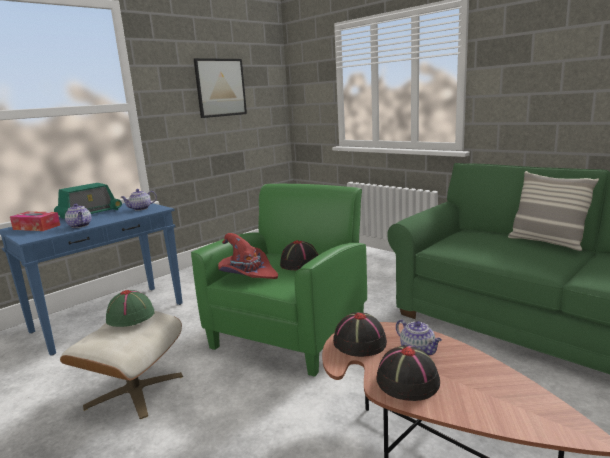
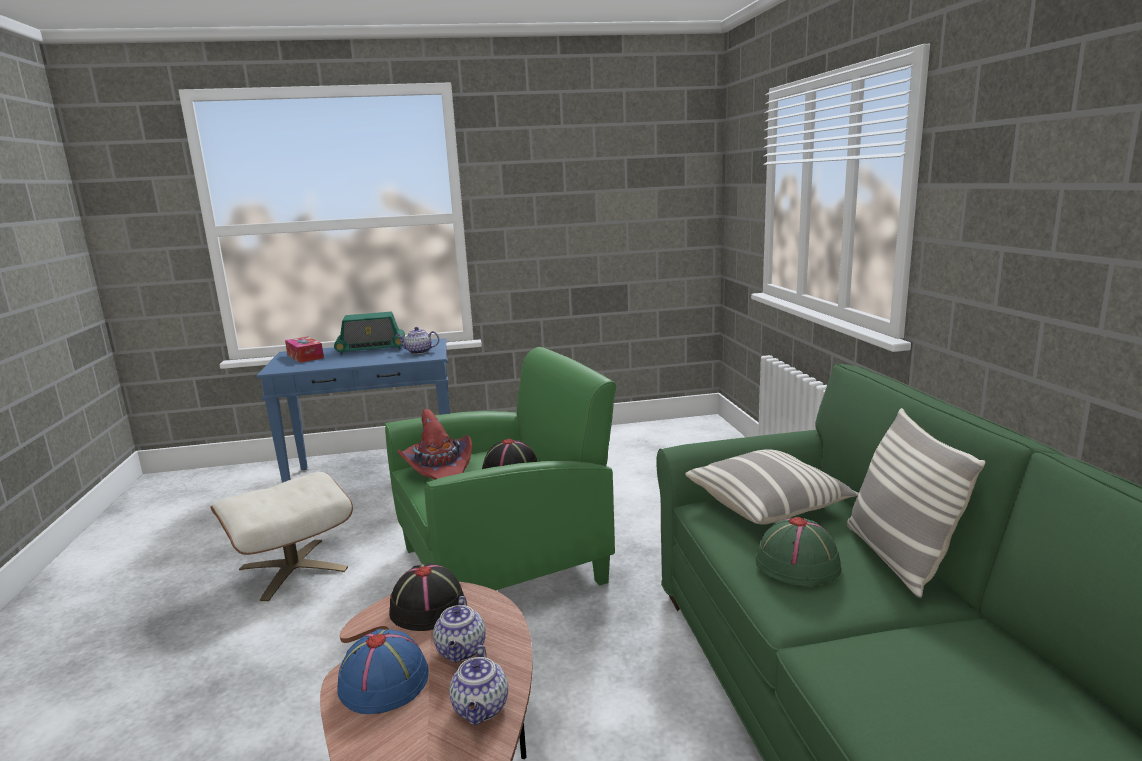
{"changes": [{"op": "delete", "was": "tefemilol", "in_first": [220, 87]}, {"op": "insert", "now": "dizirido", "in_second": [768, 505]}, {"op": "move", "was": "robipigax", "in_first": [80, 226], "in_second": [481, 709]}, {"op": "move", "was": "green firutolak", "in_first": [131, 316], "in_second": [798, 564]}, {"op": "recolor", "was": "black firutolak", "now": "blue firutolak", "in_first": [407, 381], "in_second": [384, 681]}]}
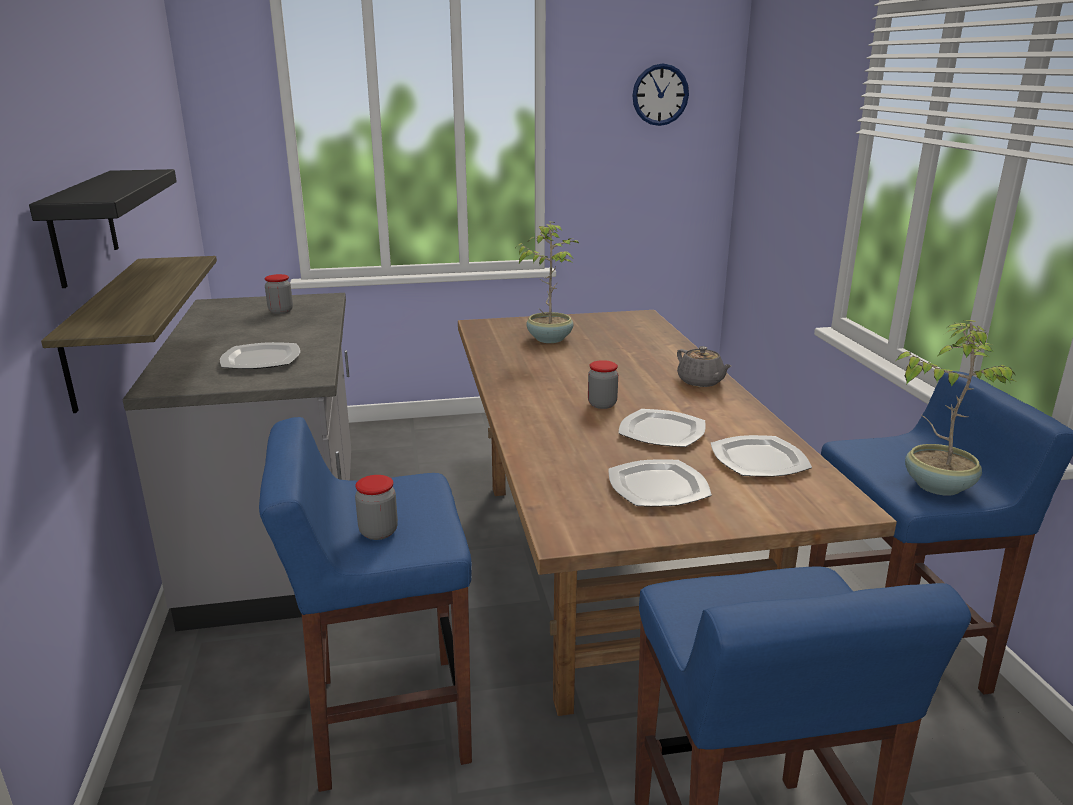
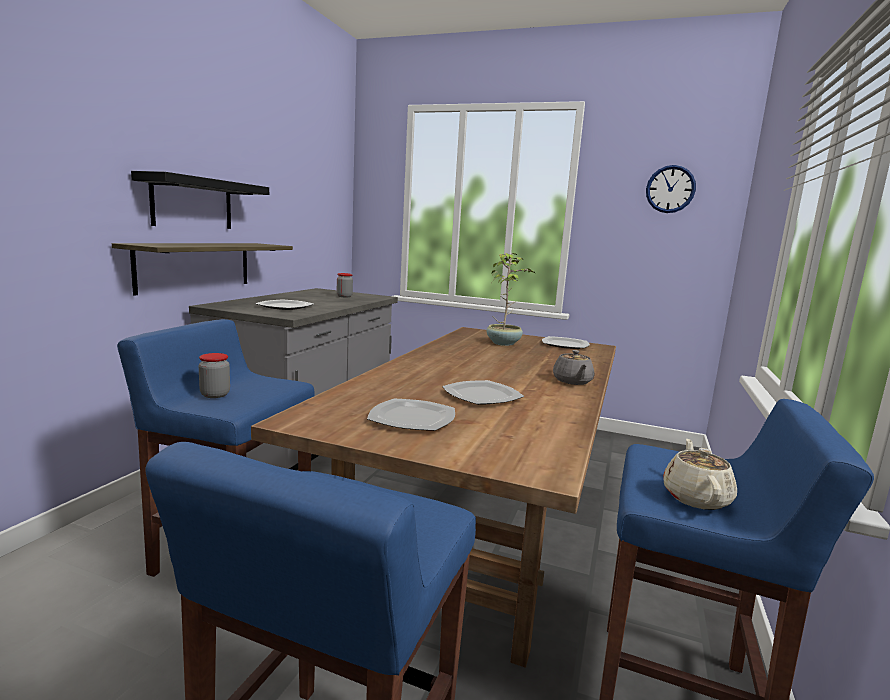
{"changes": [{"op": "delete", "was": "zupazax", "in_first": [602, 404]}, {"op": "move", "was": "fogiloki", "in_first": [759, 459], "in_second": [565, 344]}, {"op": "replace", "was": "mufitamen", "now": "beige robipigax", "in_first": [937, 485], "in_second": [696, 497]}]}
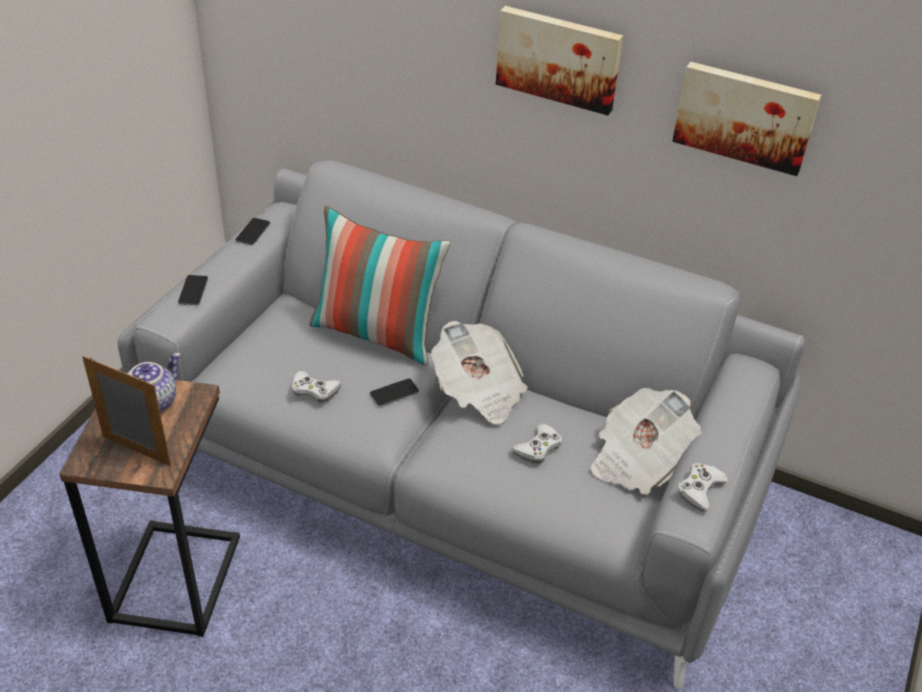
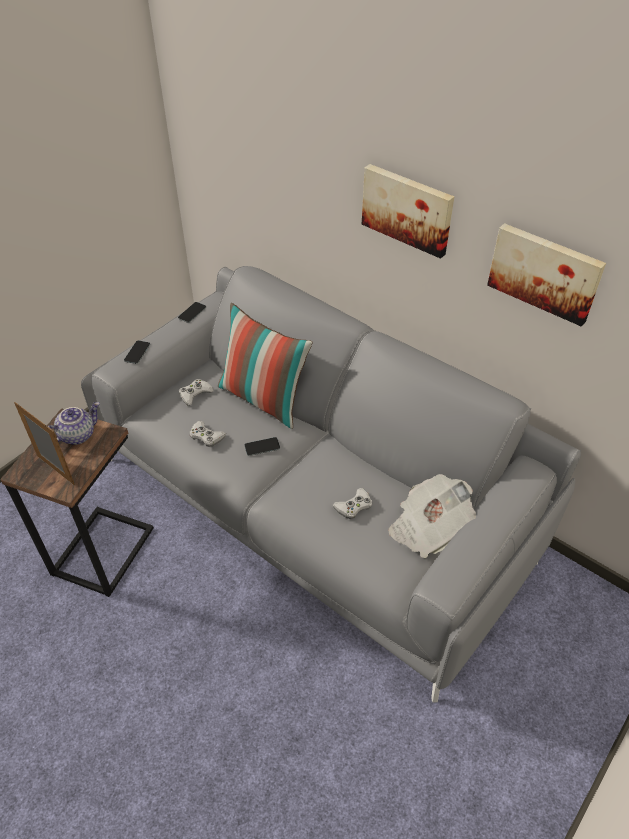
{"changes": [{"op": "delete", "was": "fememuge", "in_first": [478, 391]}, {"op": "move", "was": "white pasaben", "in_first": [700, 489], "in_second": [195, 394]}]}
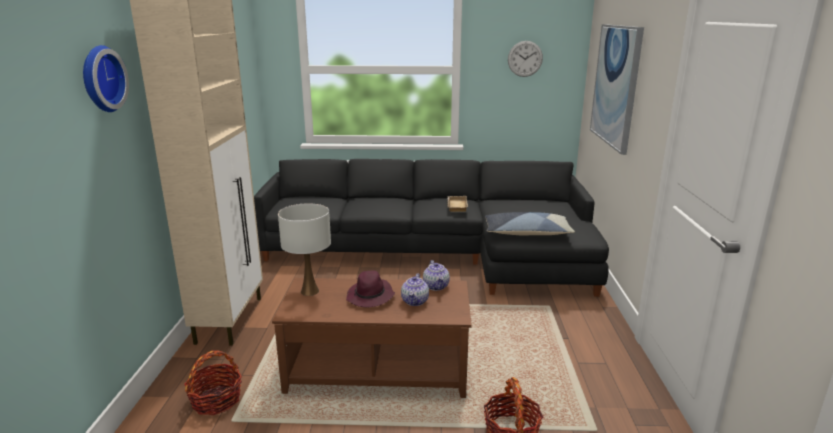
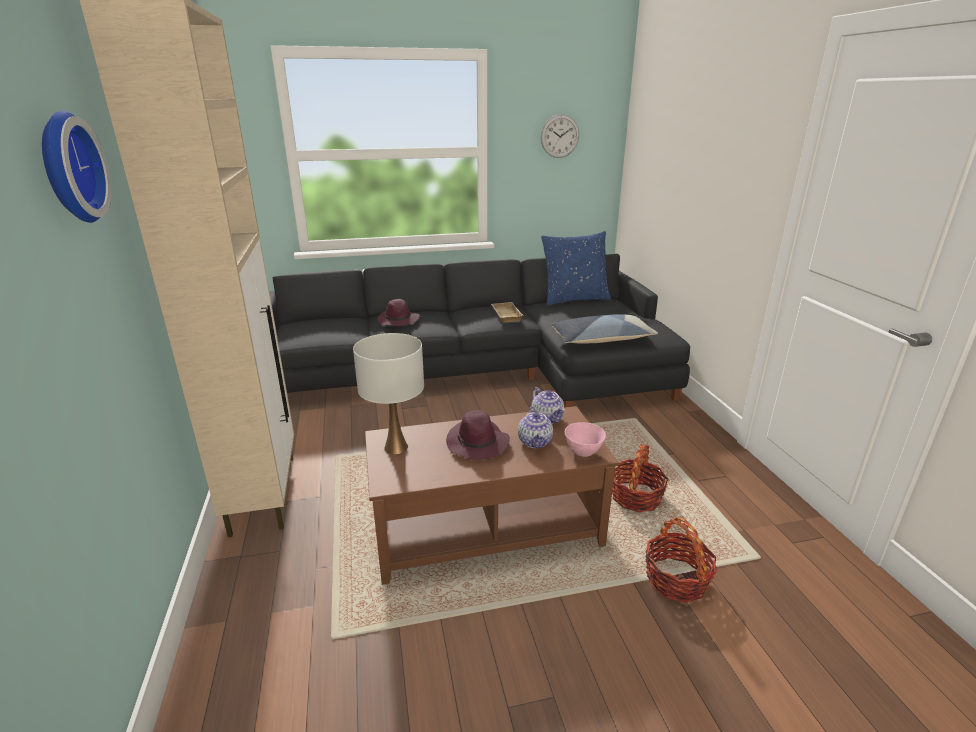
{"changes": [{"op": "delete", "was": "tefemilol", "in_first": [615, 85]}, {"op": "insert", "now": "purple firutolak", "in_second": [399, 321]}, {"op": "insert", "now": "blue dizirido", "in_second": [574, 299]}, {"op": "insert", "now": "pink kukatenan", "in_second": [583, 452]}, {"op": "move", "was": "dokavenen", "in_first": [216, 400], "in_second": [635, 497]}]}
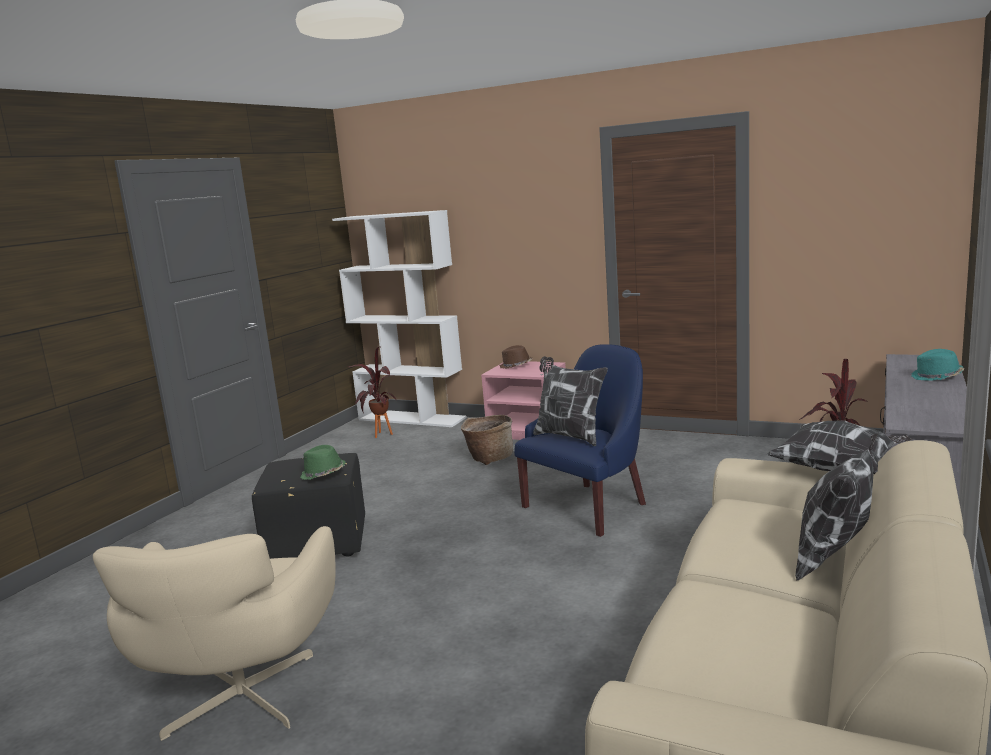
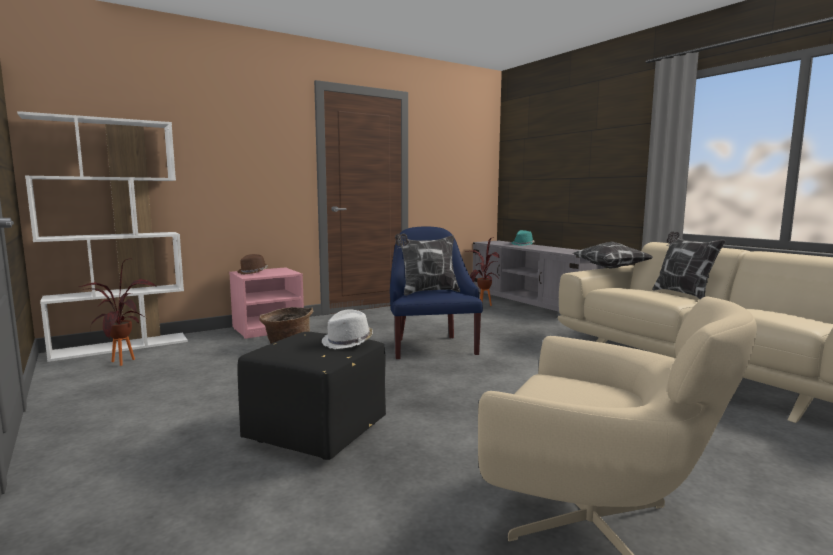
{"changes": [{"op": "recolor", "was": "green firutolak", "now": "white firutolak", "in_first": [323, 474], "in_second": [348, 342]}]}
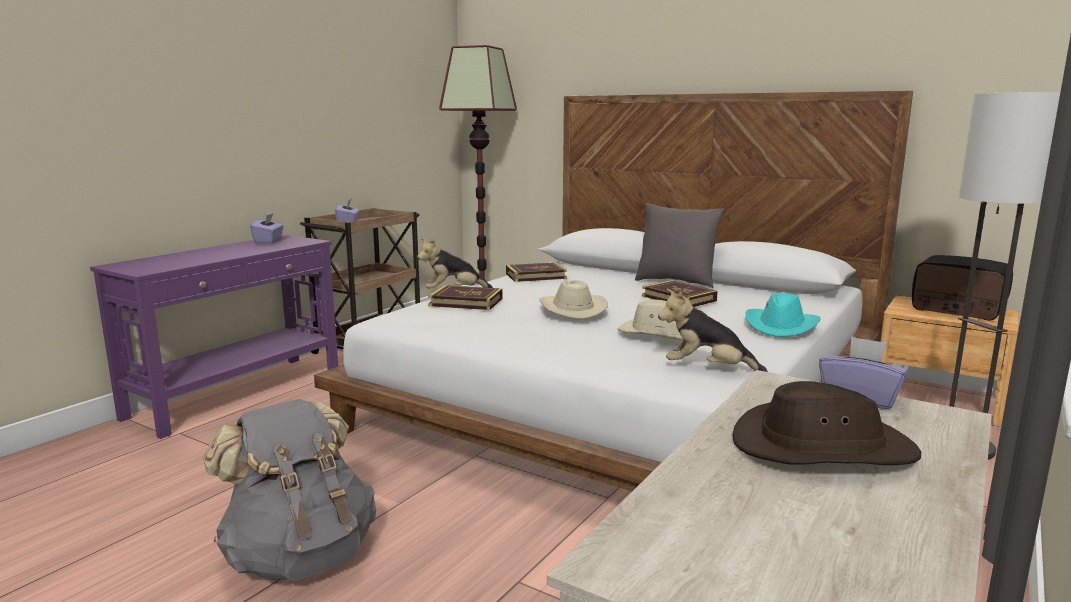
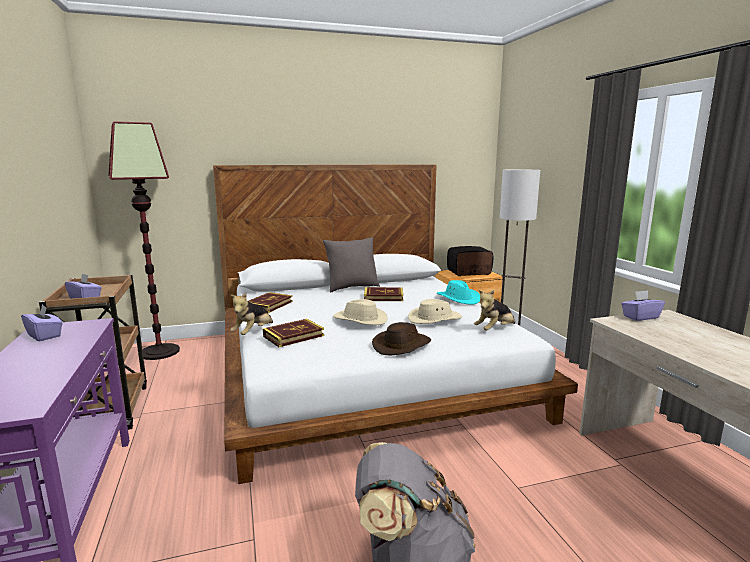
{"changes": [{"op": "move", "was": "brown firutolak", "in_first": [821, 448], "in_second": [402, 345]}]}
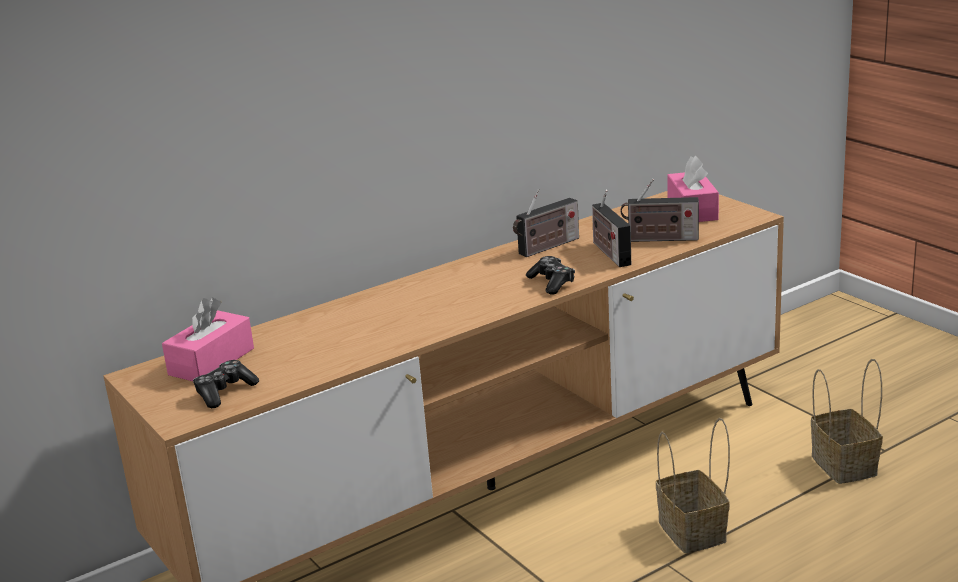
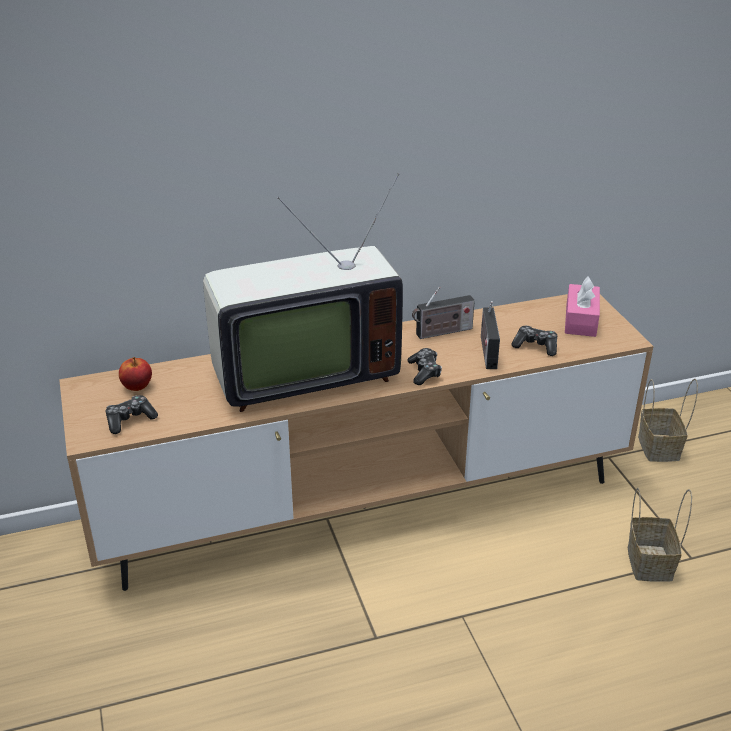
{"changes": [{"op": "insert", "now": "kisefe", "in_second": [300, 374]}, {"op": "move", "was": "dokavenen", "in_first": [694, 532], "in_second": [660, 449]}, {"op": "replace", "was": "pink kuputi", "now": "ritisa", "in_first": [211, 361], "in_second": [137, 386]}, {"op": "replace", "was": "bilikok", "now": "pasaben", "in_first": [659, 239], "in_second": [535, 346]}]}
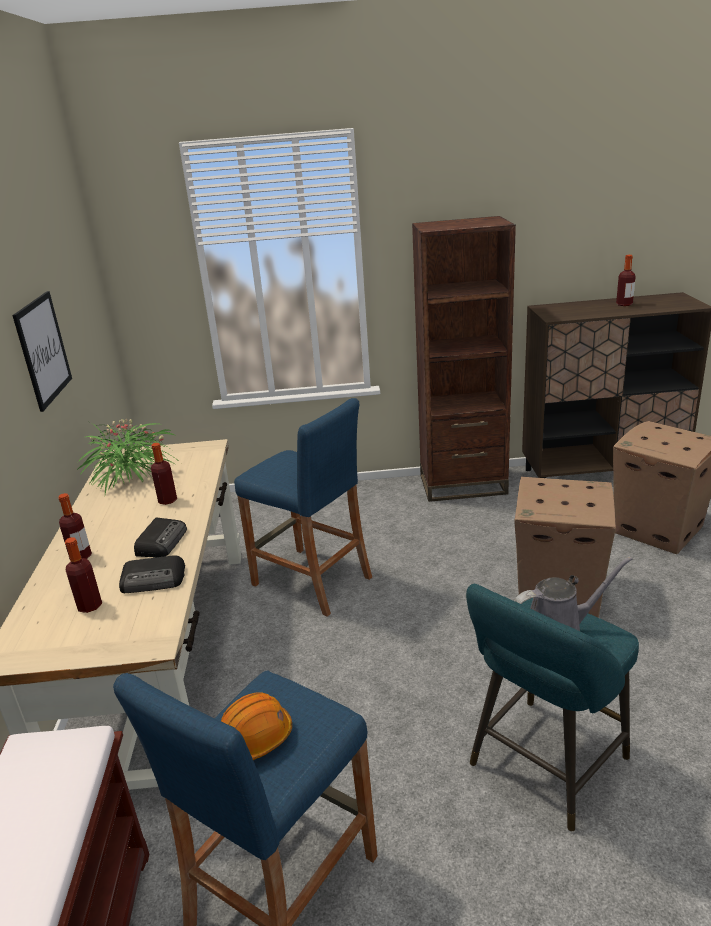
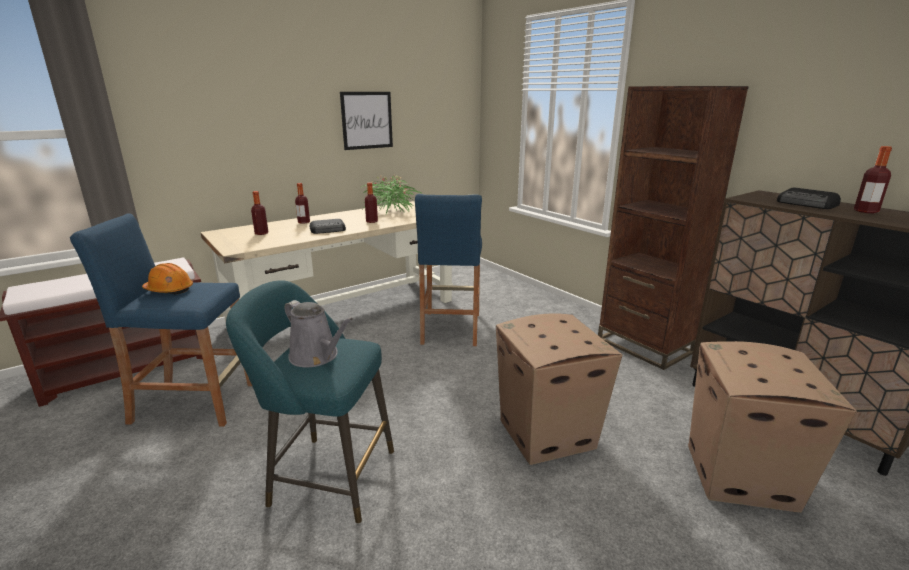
{"changes": [{"op": "move", "was": "bilikok", "in_first": [154, 580], "in_second": [807, 204]}]}
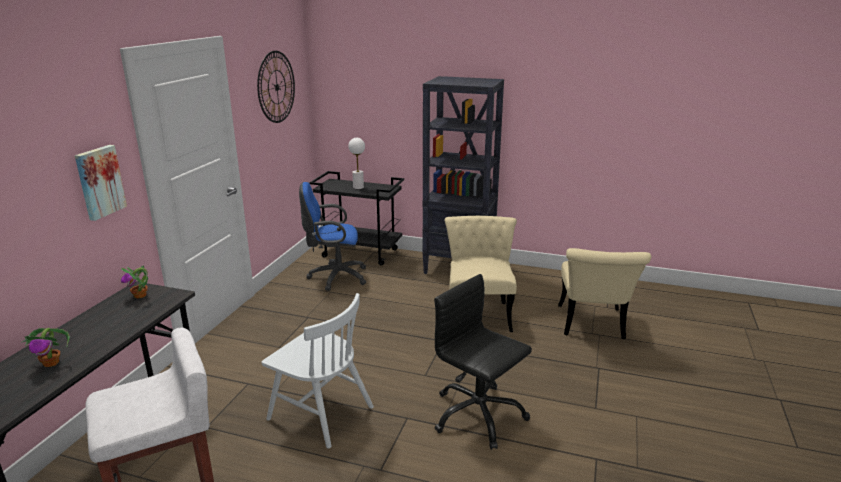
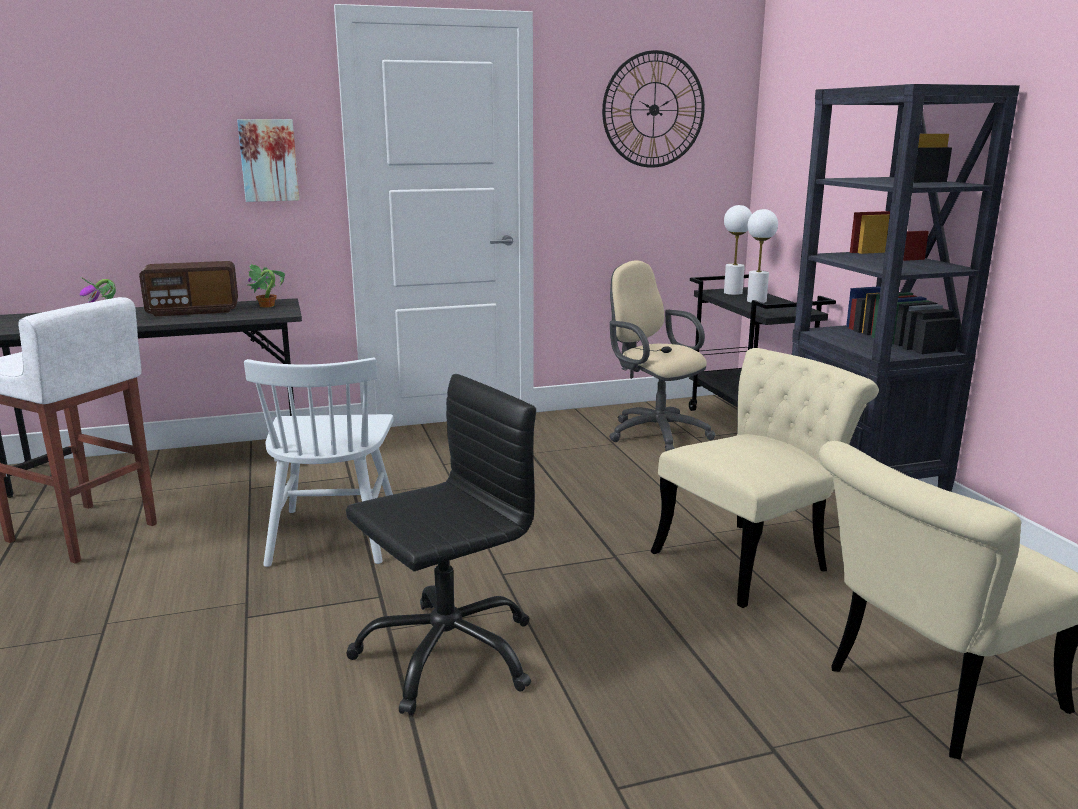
{"changes": [{"op": "insert", "now": "bilikok", "in_second": [193, 311]}, {"op": "insert", "now": "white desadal", "in_second": [733, 293]}, {"op": "recolor", "was": "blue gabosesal", "now": "beige gabosesal", "in_first": [335, 277], "in_second": [654, 433]}, {"op": "rotate", "was": "black gabosesal", "in_first": [478, 415], "in_second": [447, 654], "clockwise": 45}]}
